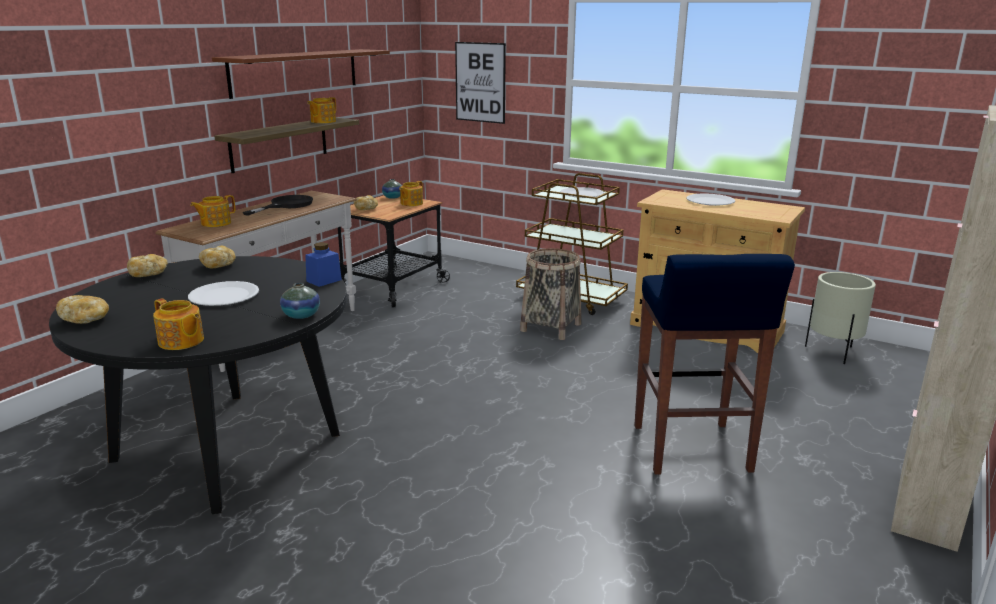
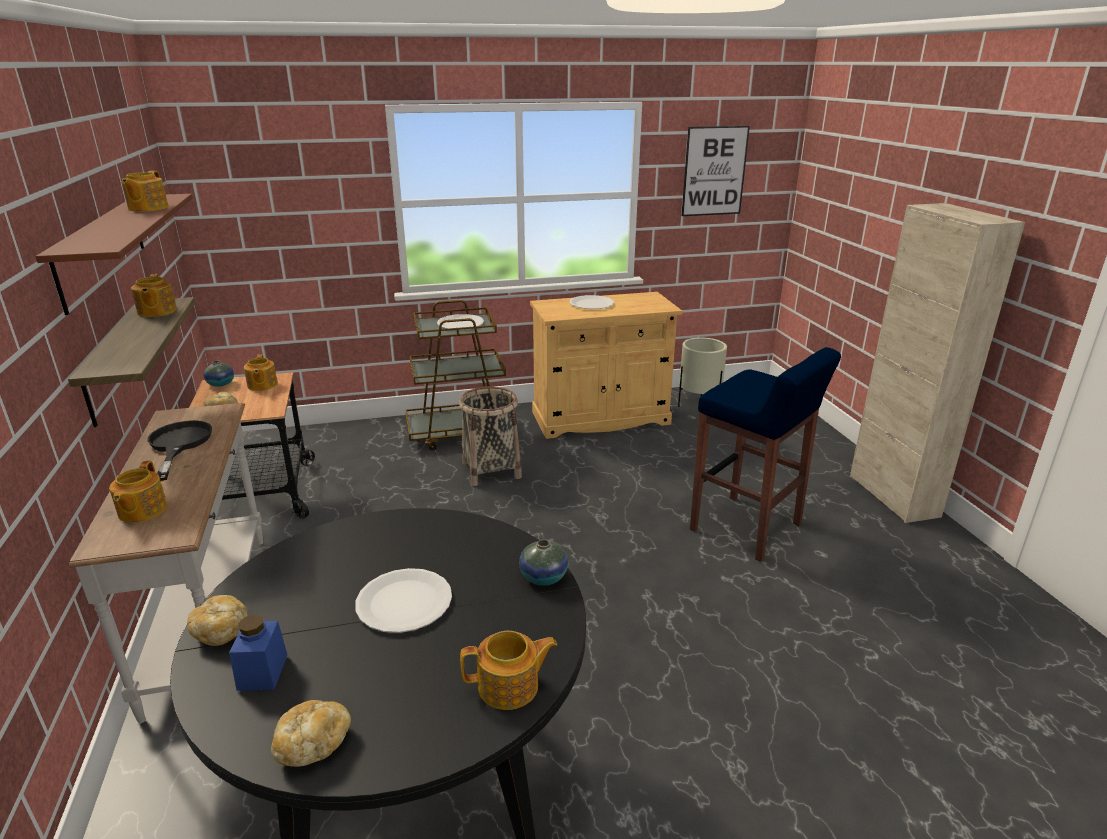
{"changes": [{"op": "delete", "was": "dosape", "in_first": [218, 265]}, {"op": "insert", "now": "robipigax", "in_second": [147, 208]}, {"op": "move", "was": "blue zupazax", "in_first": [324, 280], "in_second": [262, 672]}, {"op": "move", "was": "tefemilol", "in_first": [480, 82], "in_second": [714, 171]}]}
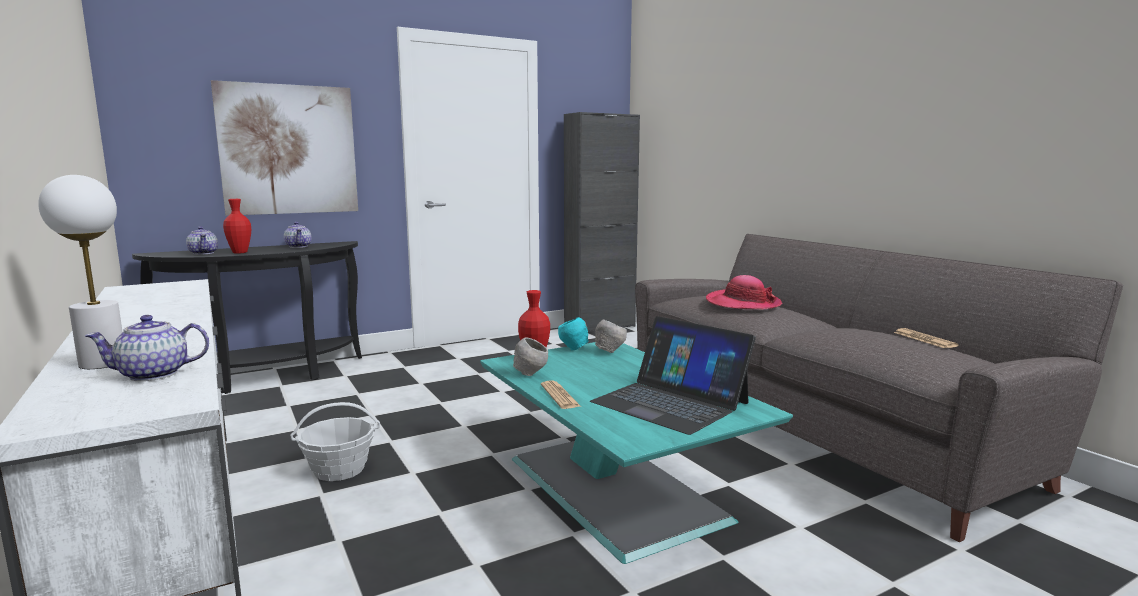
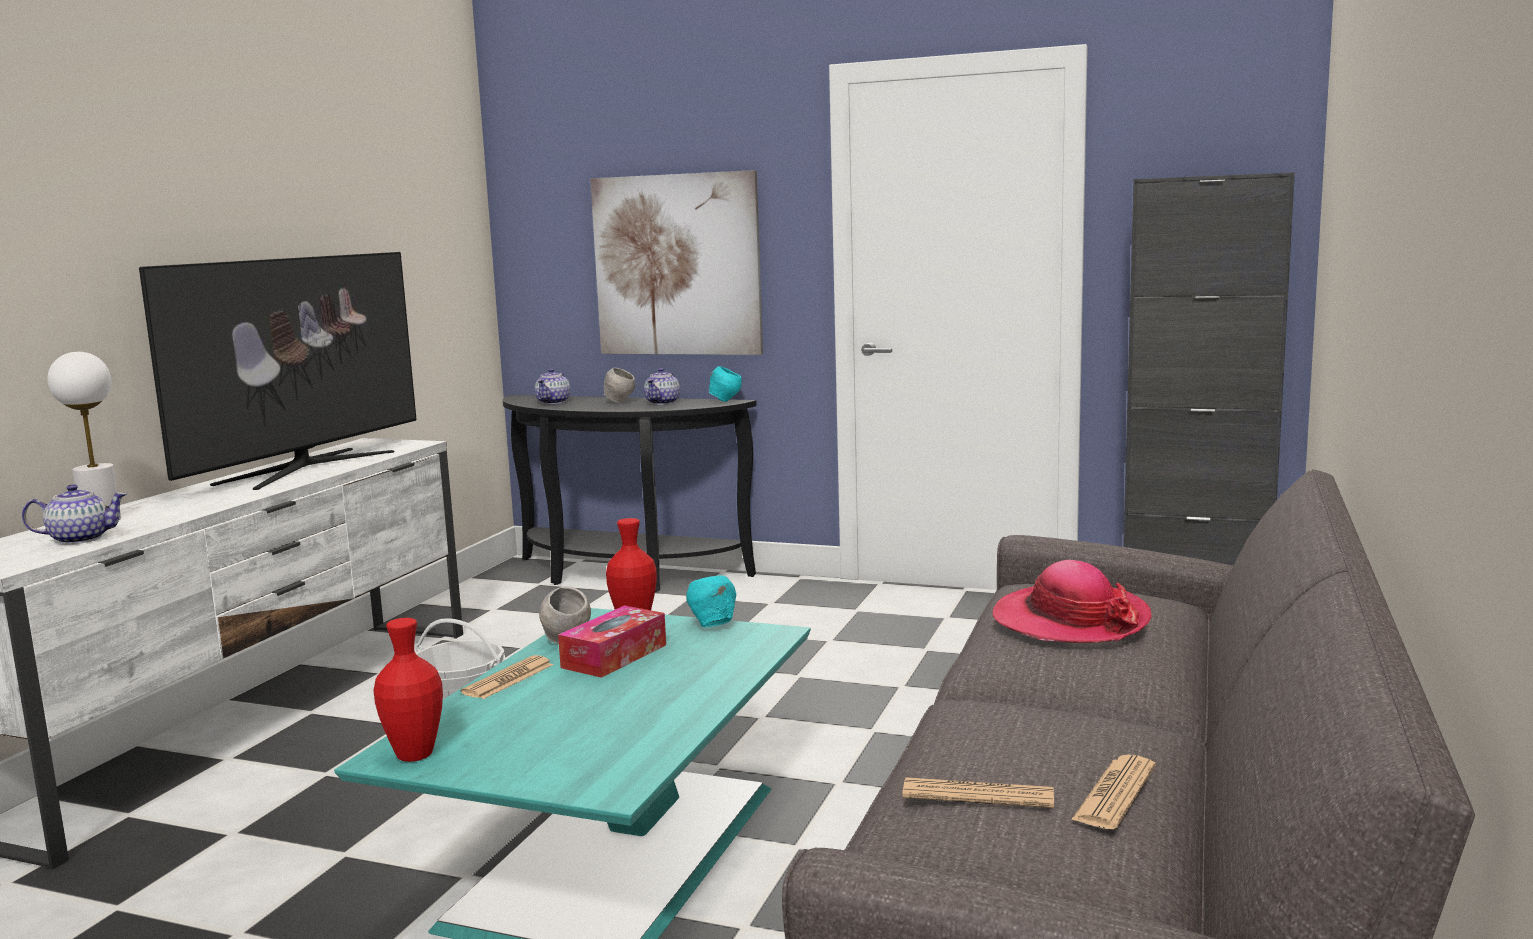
{"changes": [{"op": "delete", "was": "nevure", "in_first": [670, 402]}, {"op": "insert", "now": "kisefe", "in_second": [305, 468]}, {"op": "insert", "now": "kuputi", "in_second": [614, 656]}, {"op": "insert", "now": "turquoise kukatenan", "in_second": [725, 401]}, {"op": "insert", "now": "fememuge", "in_second": [978, 795]}, {"op": "move", "was": "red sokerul", "in_first": [240, 252], "in_second": [414, 755]}, {"op": "move", "was": "grey kukatenan", "in_first": [609, 352], "in_second": [620, 402]}, {"op": "rotate", "was": "robipigax", "in_first": [154, 374], "in_second": [79, 539], "clockwise": 135}]}
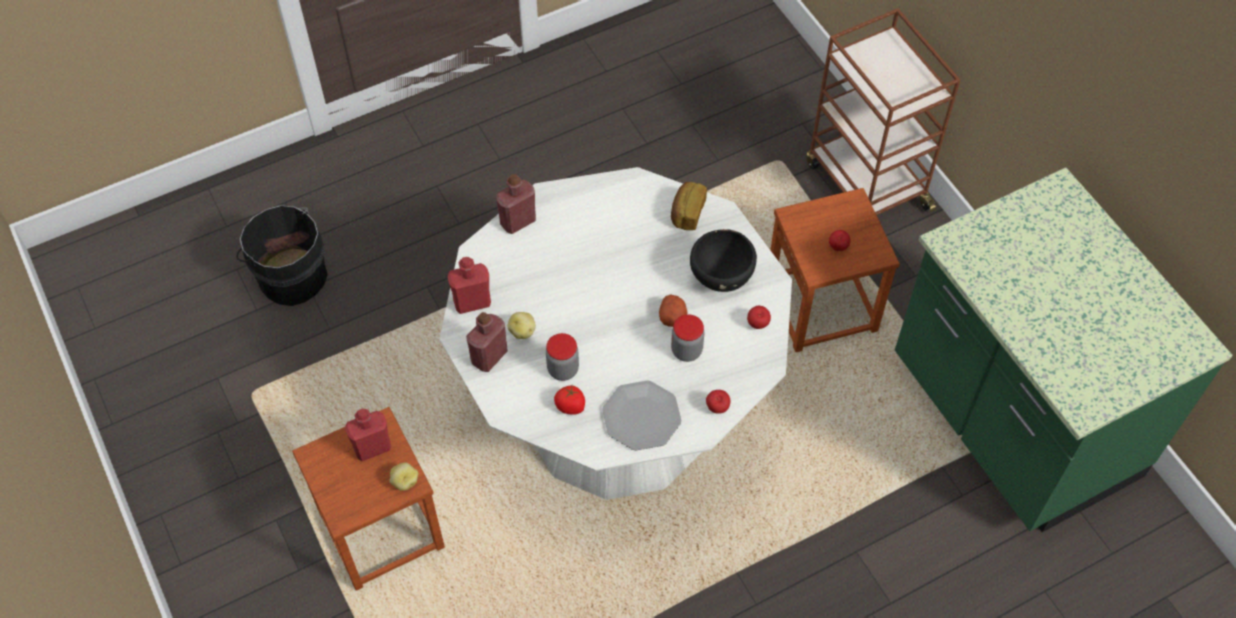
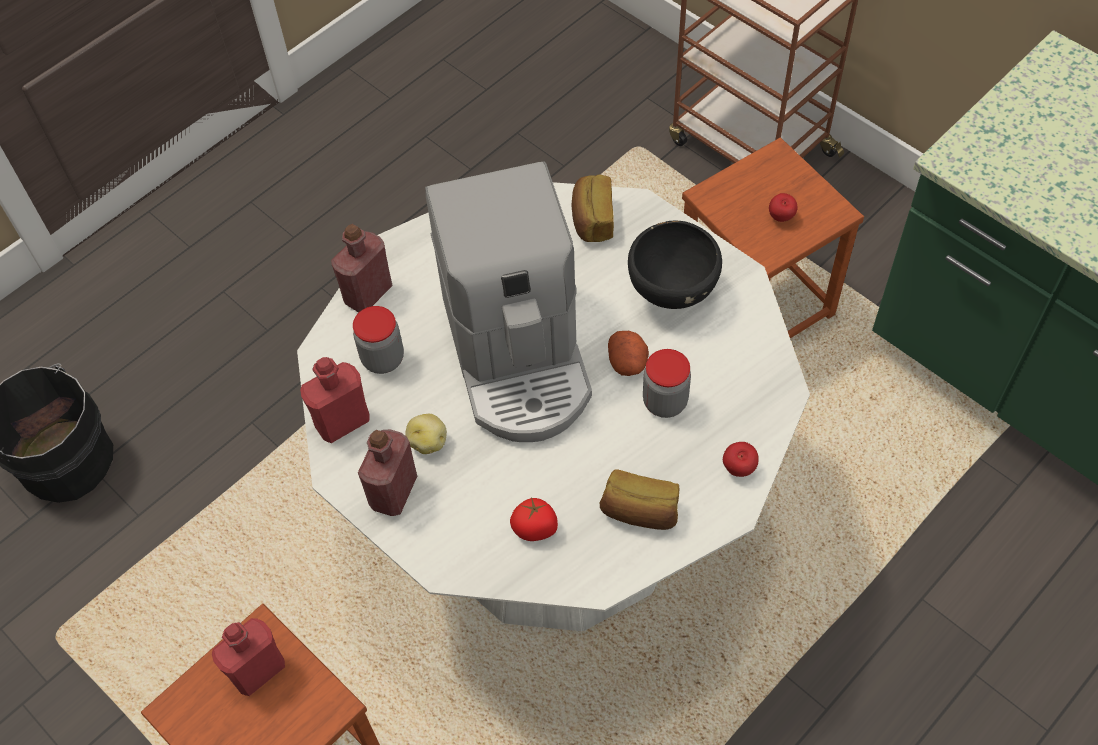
{"changes": [{"op": "delete", "was": "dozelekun", "in_first": [404, 481]}, {"op": "delete", "was": "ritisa", "in_first": [757, 324]}, {"op": "insert", "now": "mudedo", "in_second": [518, 357]}, {"op": "move", "was": "zupazax", "in_first": [563, 369], "in_second": [383, 359]}, {"op": "replace", "was": "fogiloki", "now": "dosape", "in_first": [641, 416], "in_second": [640, 512]}]}
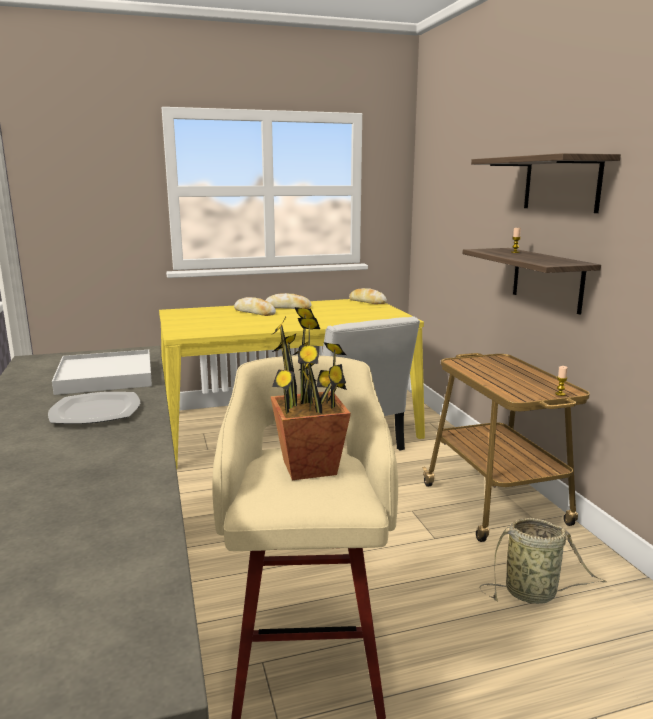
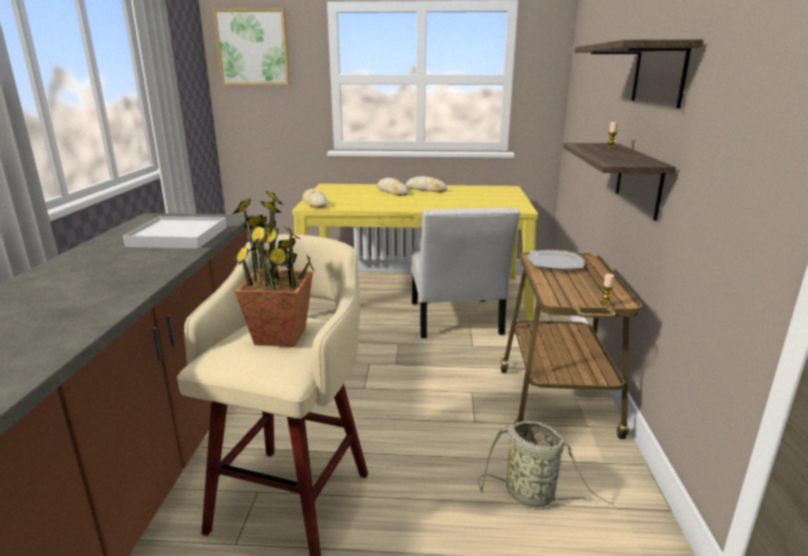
{"changes": [{"op": "insert", "now": "tefemilol", "in_second": [253, 47]}, {"op": "move", "was": "fogiloki", "in_first": [96, 411], "in_second": [555, 262]}, {"op": "move", "was": "dosape", "in_first": [367, 302], "in_second": [314, 204]}]}
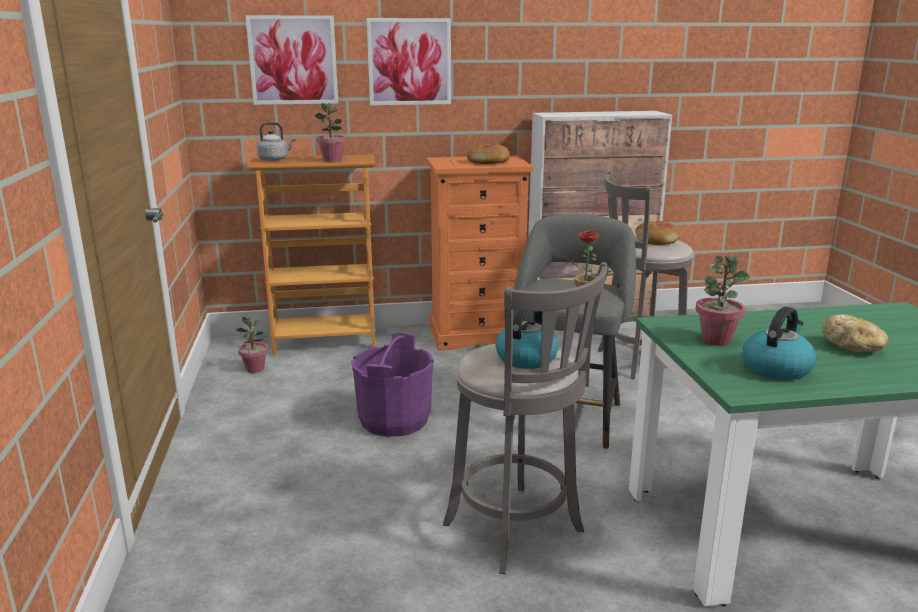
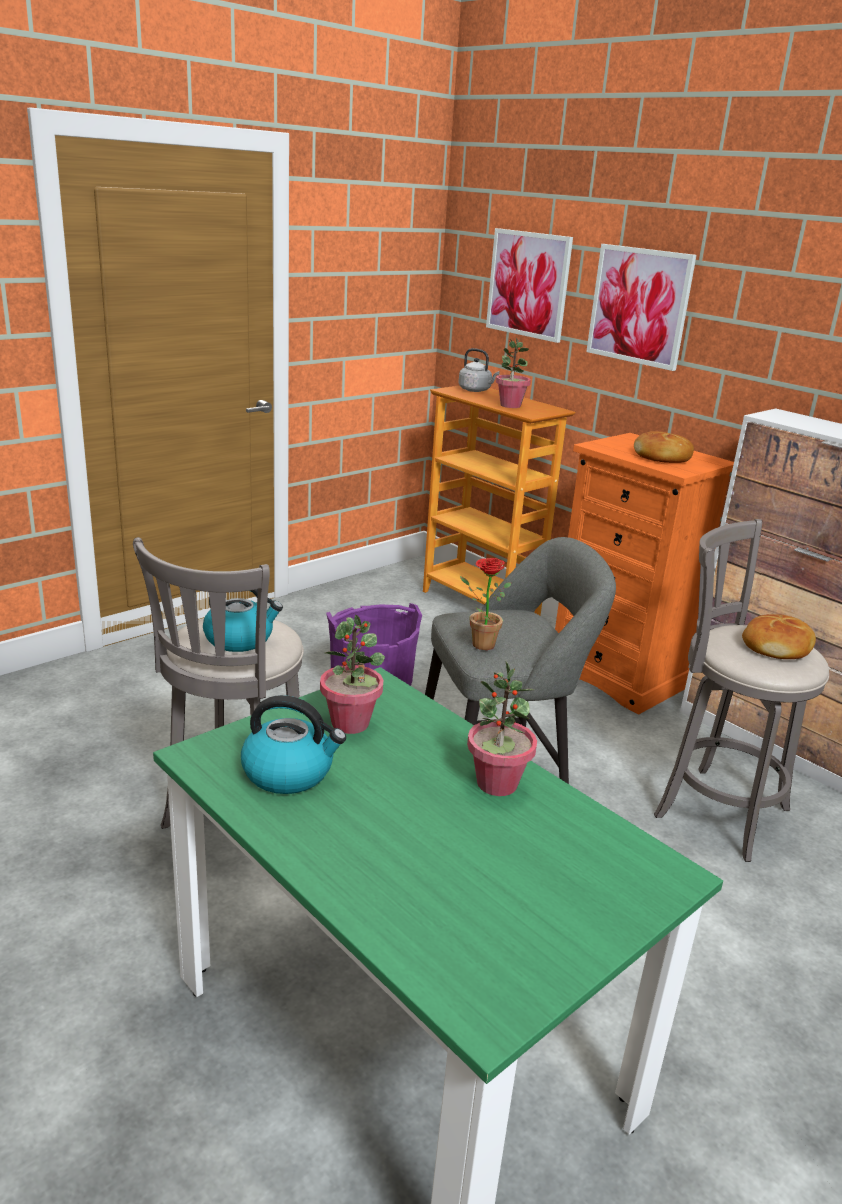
{"changes": [{"op": "delete", "was": "dosape", "in_first": [853, 347]}, {"op": "move", "was": "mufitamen", "in_first": [255, 369], "in_second": [496, 784]}]}
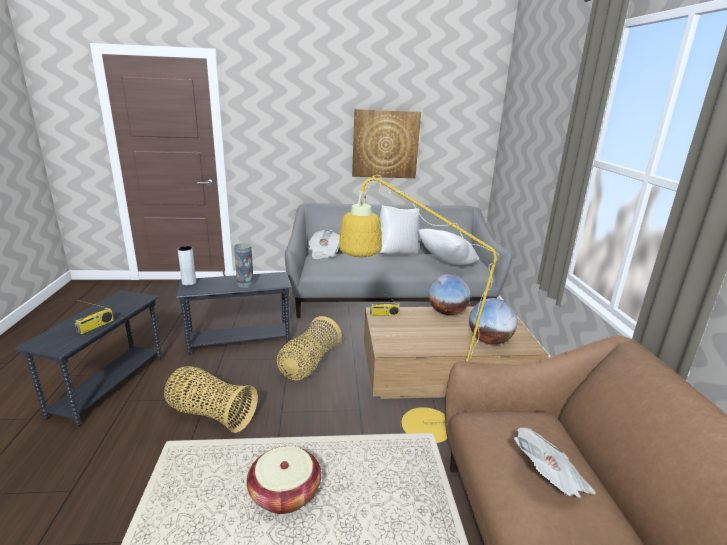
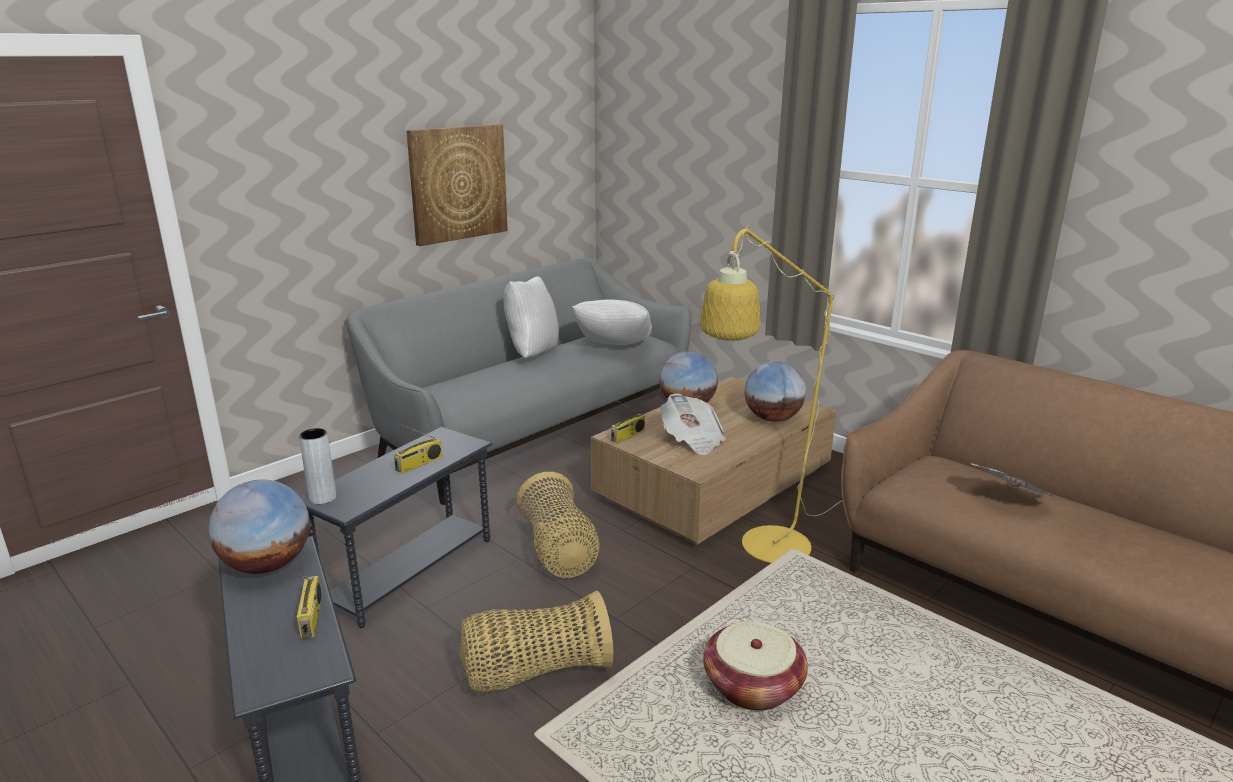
{"changes": [{"op": "insert", "now": "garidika", "in_second": [267, 565]}, {"op": "move", "was": "fememuge", "in_first": [323, 253], "in_second": [692, 440]}, {"op": "replace", "was": "sokerul", "now": "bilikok", "in_first": [245, 284], "in_second": [419, 464]}]}
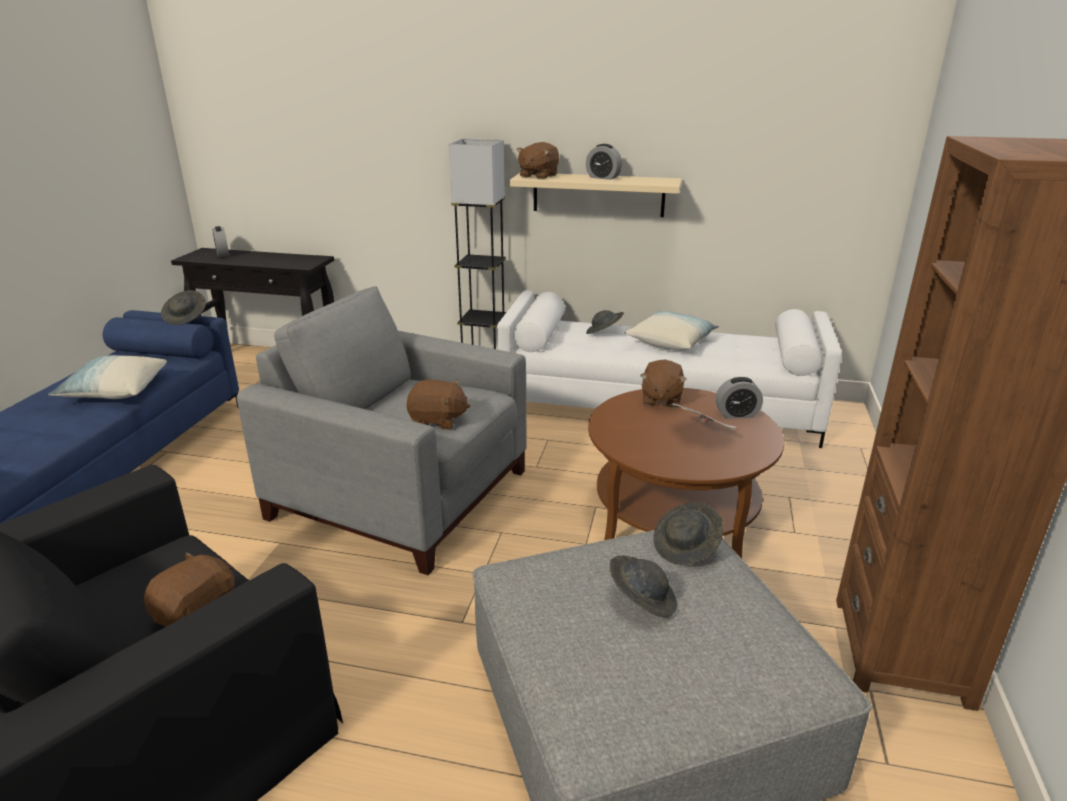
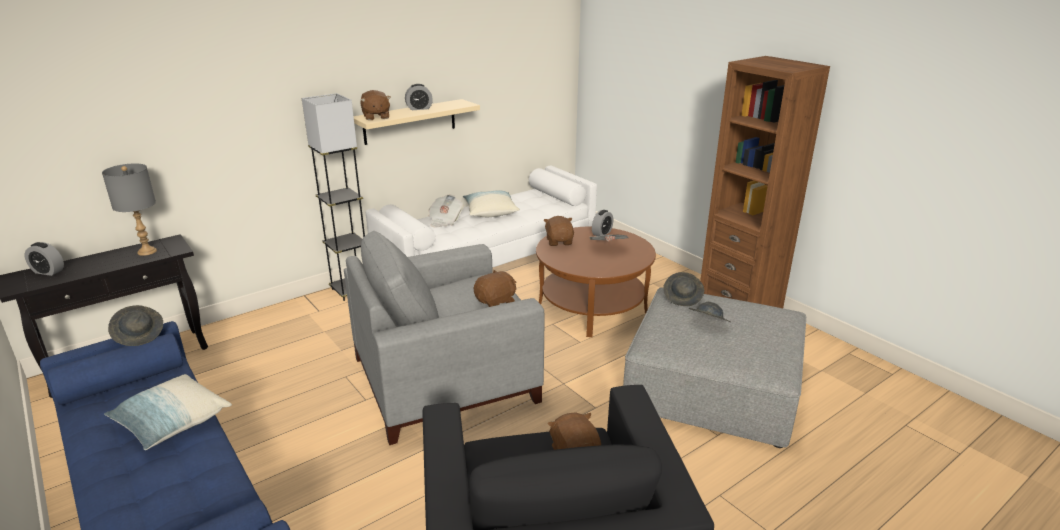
{"changes": [{"op": "insert", "now": "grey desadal", "in_second": [147, 251]}, {"op": "replace", "was": "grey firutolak", "now": "fememuge", "in_first": [604, 333], "in_second": [445, 221]}, {"op": "rotate", "was": "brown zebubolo", "in_first": [661, 400], "in_second": [559, 241], "clockwise": -150}]}
